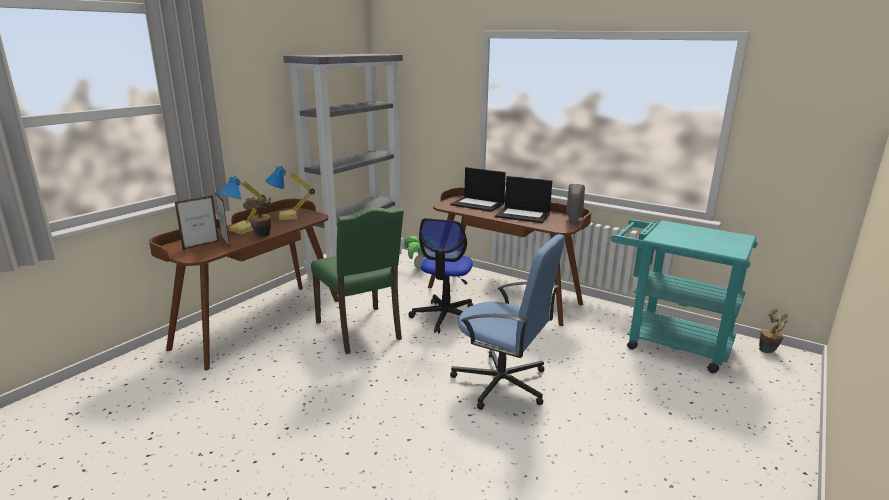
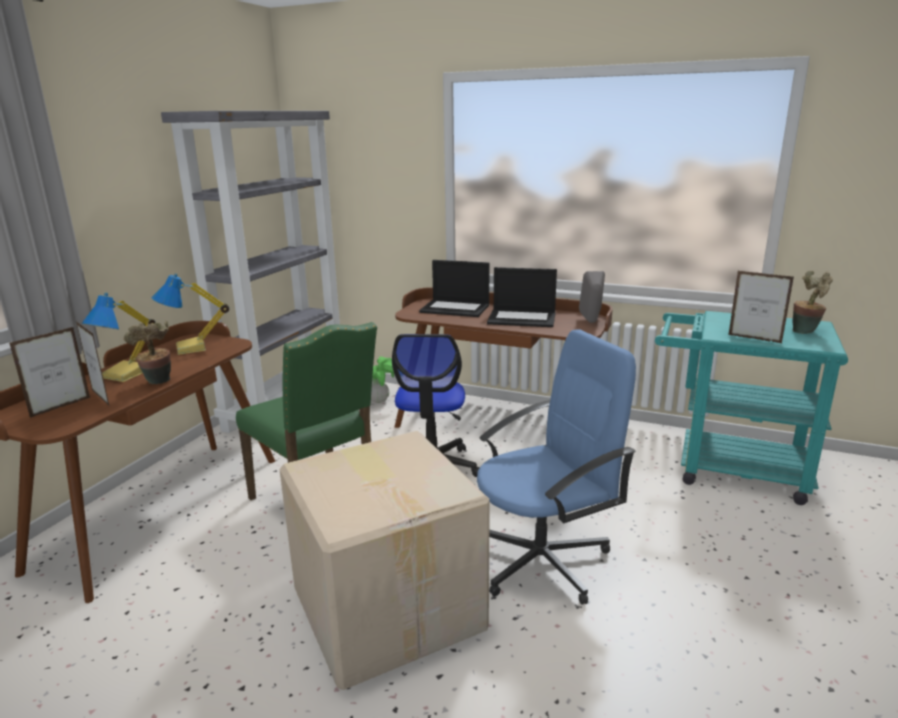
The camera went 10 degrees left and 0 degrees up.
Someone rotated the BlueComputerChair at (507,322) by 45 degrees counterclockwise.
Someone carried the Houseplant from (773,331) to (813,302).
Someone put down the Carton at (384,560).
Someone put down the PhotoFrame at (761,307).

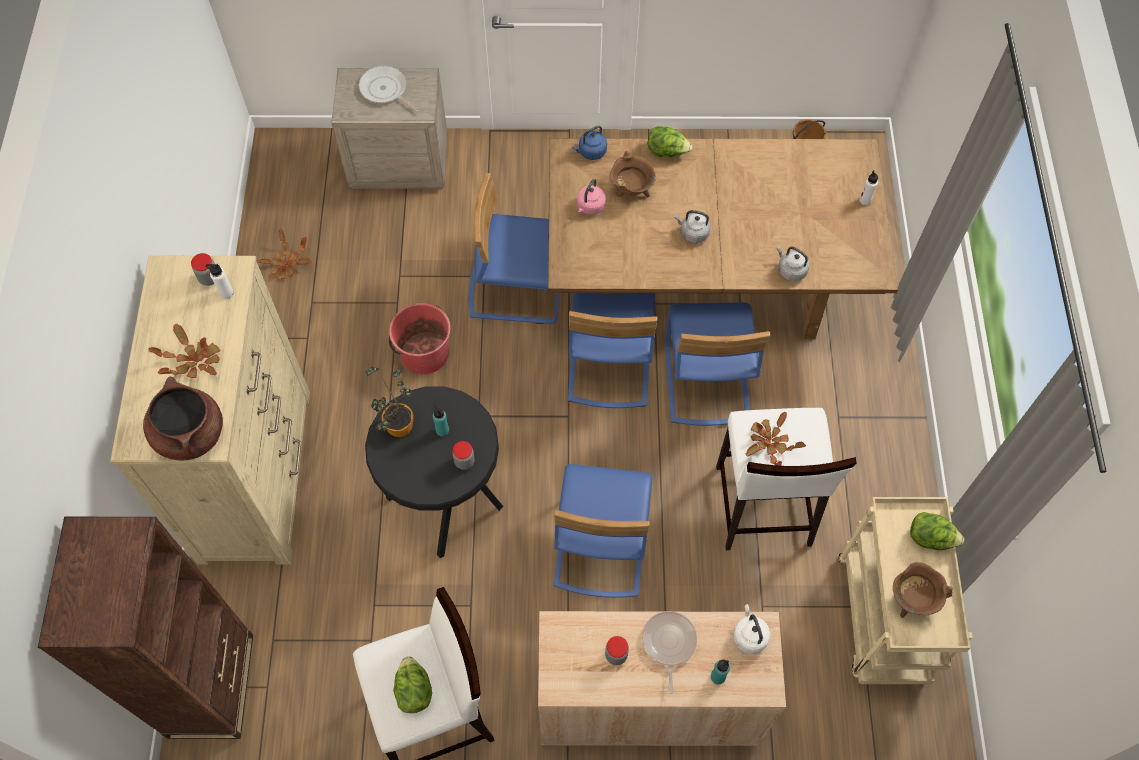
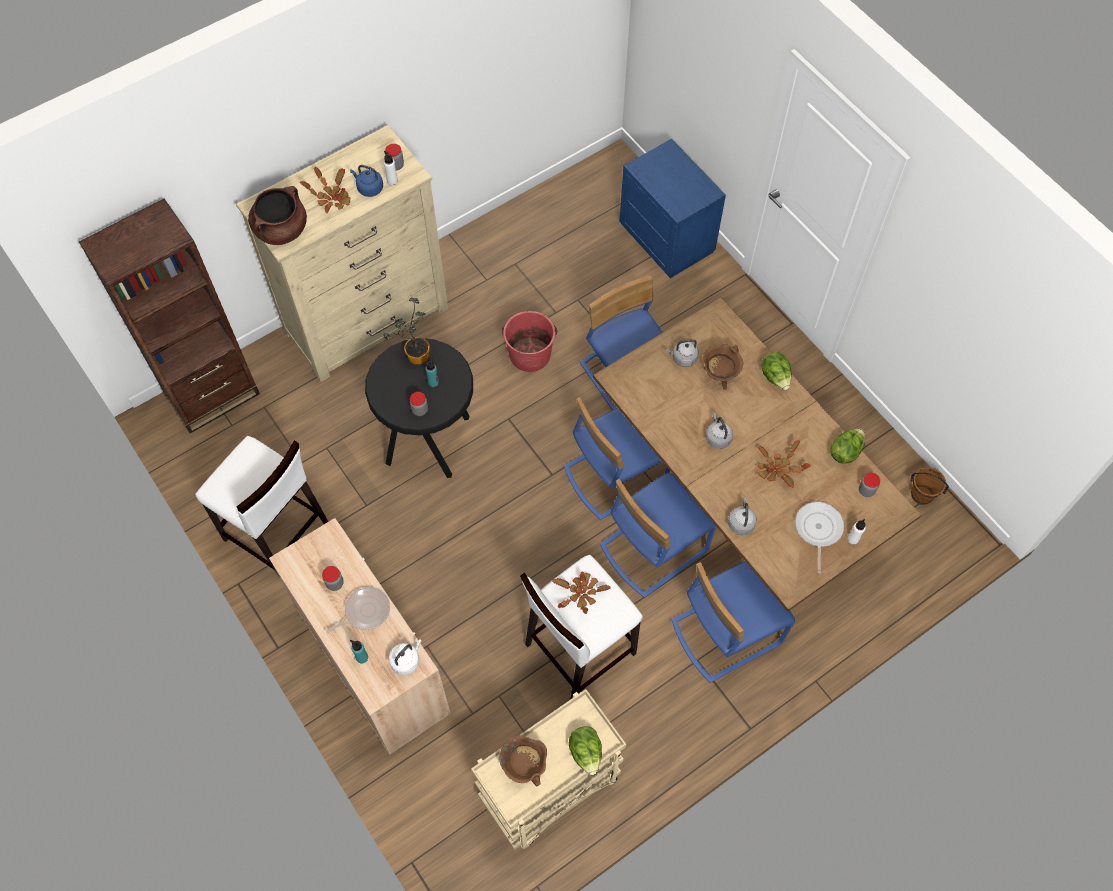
The camera went 55 degrees right and 0 degrees up.
Someone carried the Houseplant from (285,254) to (784,464).
Someone repainted the SandColouredBedsideTable at (390,128), which became the BlueBedsideTable at (672,208).
Someone carried the FryingPan from (389,89) to (819,537).
Someone carried the LettuceHead from (412,684) to (847,446).
Someone carried the BlueUprightChair from (603,531) to (733,622).
Someone carried the BlueKettle from (589,142) to (366,181).
Someone repainted the PinkColouredKettle at (591,197), which became the GrayKettle at (682,353).
Someone put down the StorageJar at (869,485).

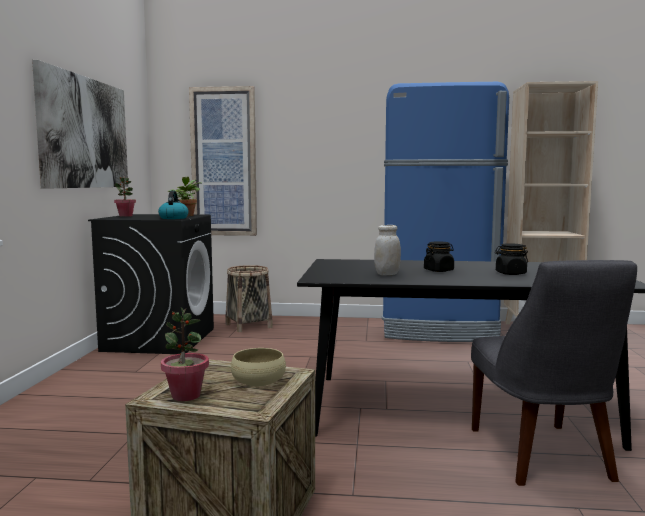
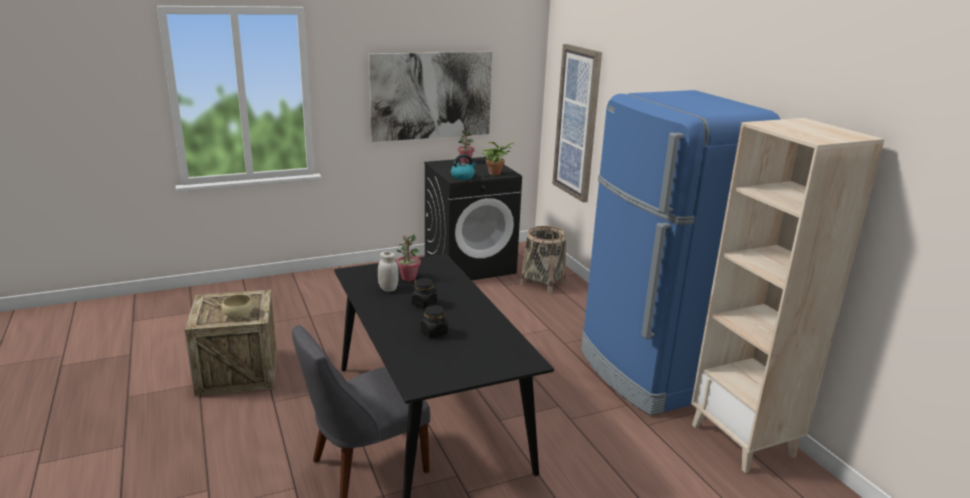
The camera went 60 degrees right and 15 degrees up.
Someone carried the Houseplant from (185,354) to (408,258).

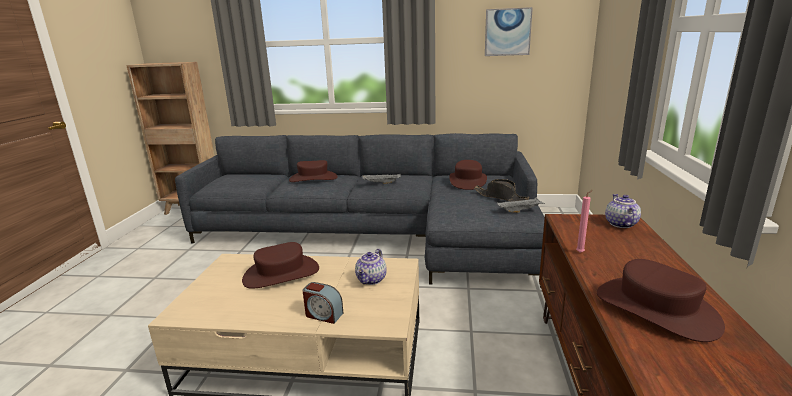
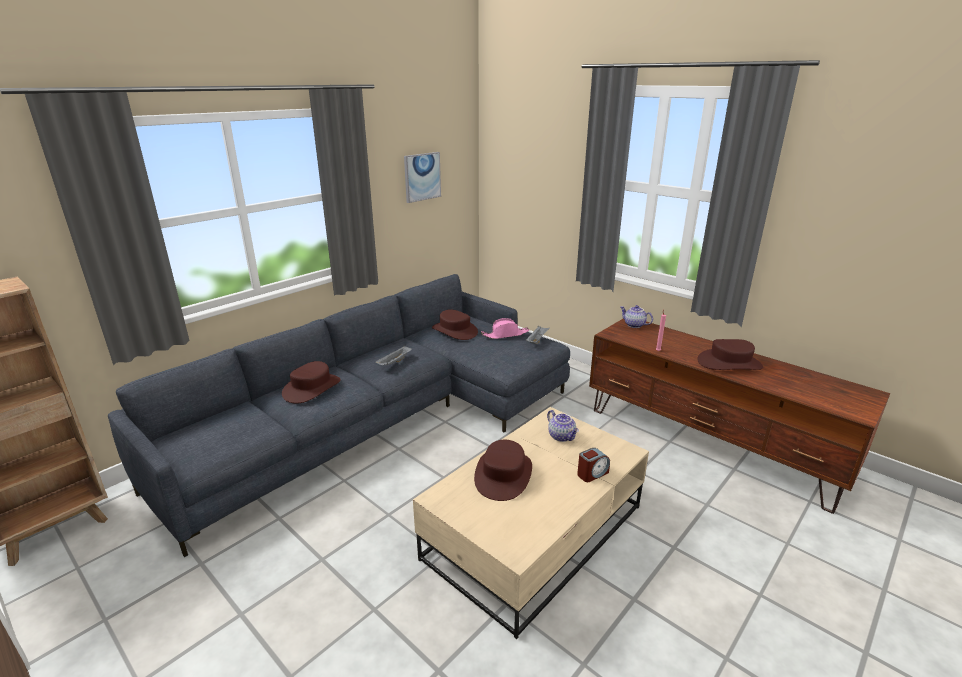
The camera went 55 degrees left and 5 degrees up.
Someone repainted the BlackClothingHat at (501,190), which became the PinkColouredClothingHat at (505,328).

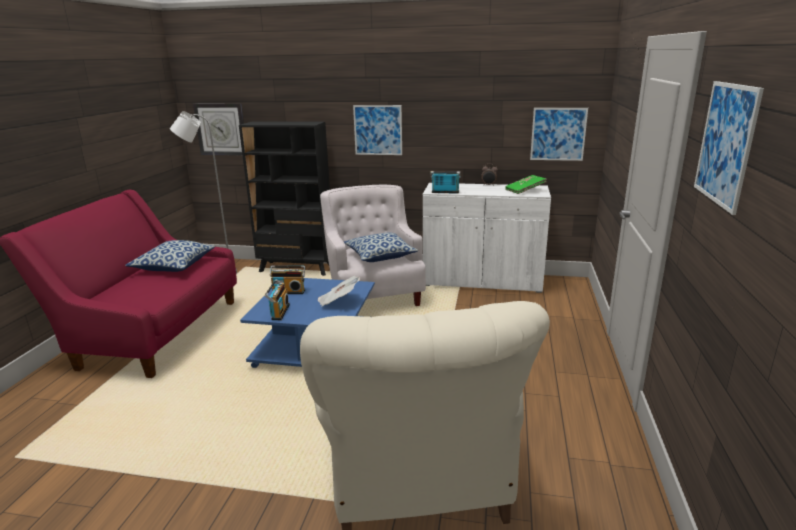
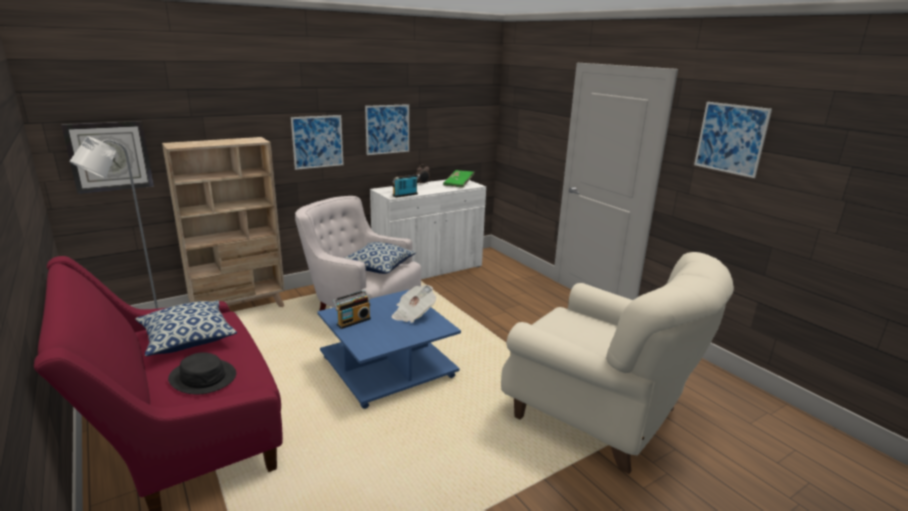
The camera went 45 degrees left and 0 degrees up.
Someone repainted the BlackBookshelf at (284,198), which became the SandColouredBookshelf at (223,222).
Someone took away the RadioSet at (277,299).
Someone carried the WallArt from (559,134) to (387,129).
Someone put down the BlackClothingHat at (202,373).

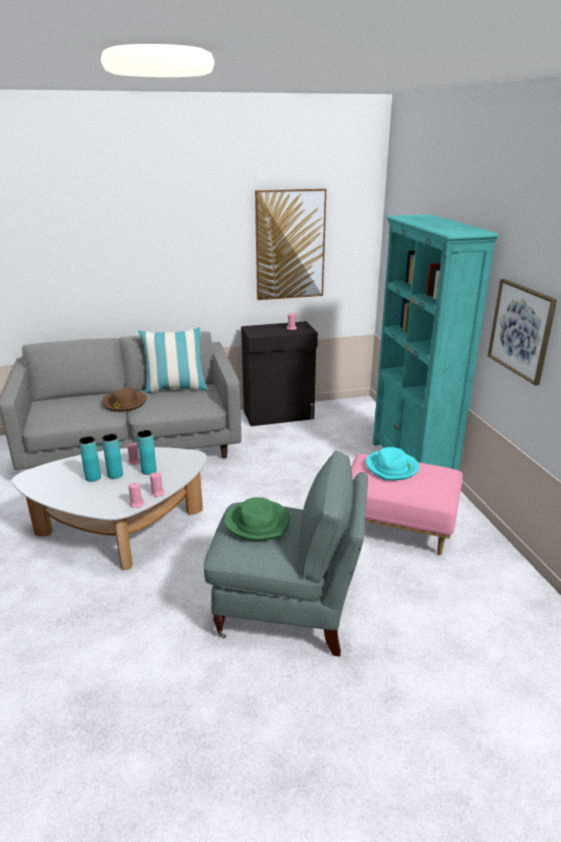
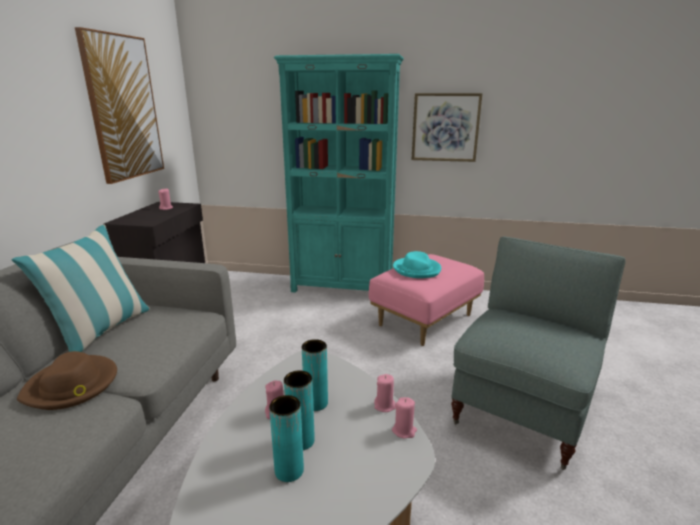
The camera went 65 degrees left and 5 degrees down.
Someone took away the GreenClothingHat at (257,519).

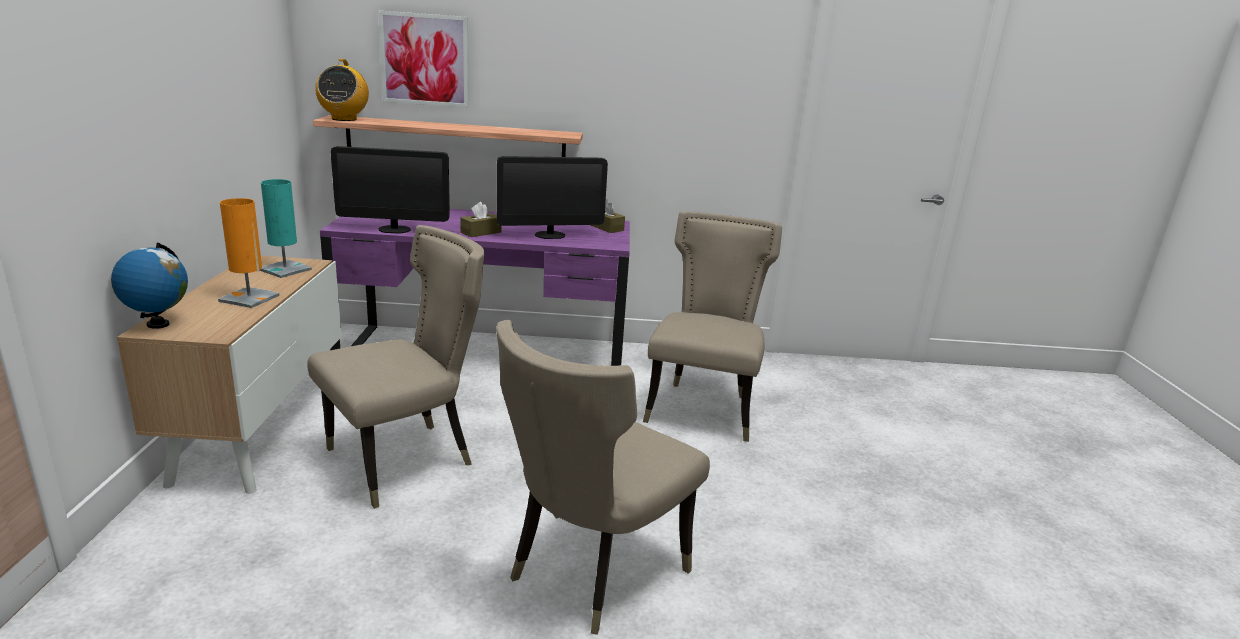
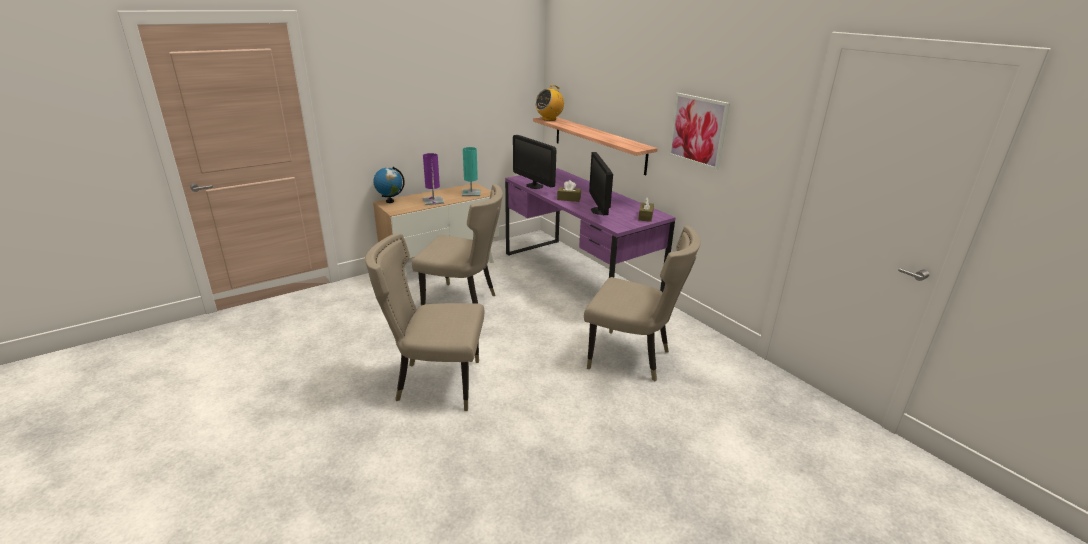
The camera went 55 degrees right and 5 degrees up.
Someone repainted the OrangeyLampForATable at (249,253), which became the PurpleLampForATable at (434,179).
Someone carried the WallArt from (423,59) to (699,132).
Someone rotated the ComputerDisplay at (552,197) by 45 degrees clockwise.
Someone rotated the SandColouredUprightChair at (712,326) by 45 degrees clockwise.

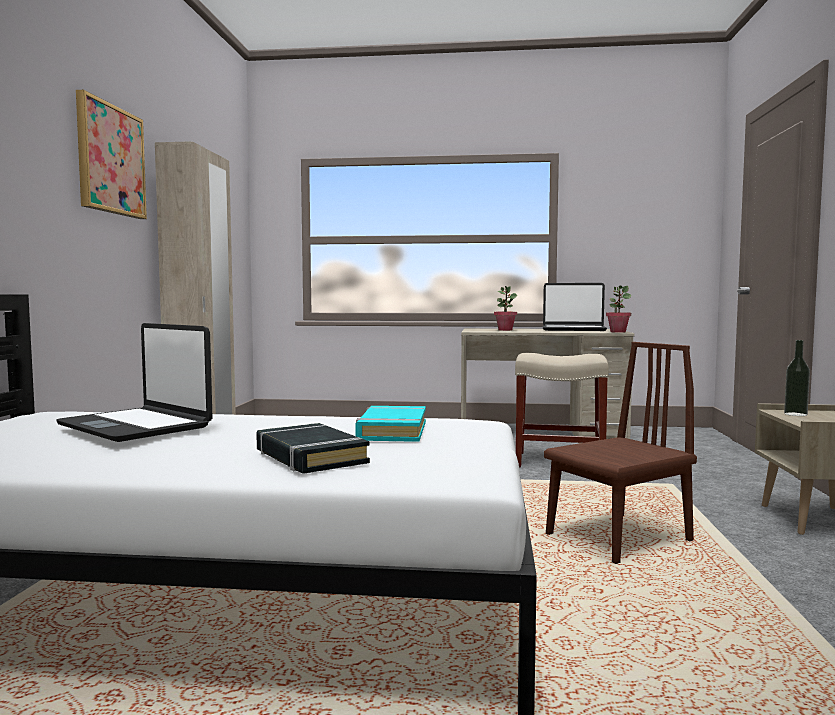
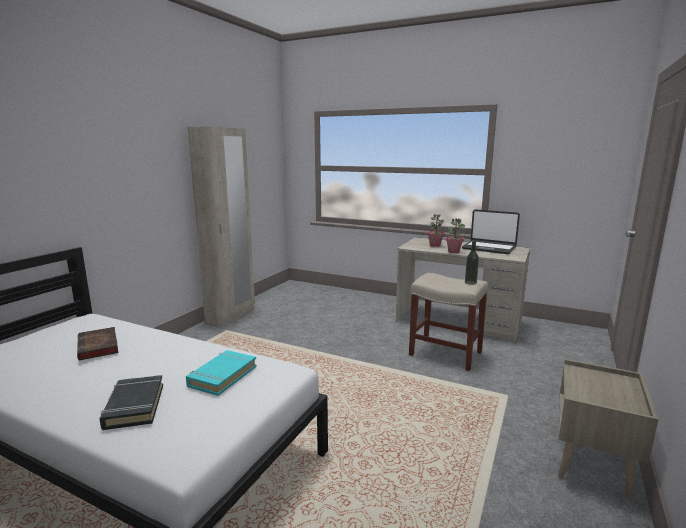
The camera went 20 degrees right and 10 degrees up.
Someone swapped the PortableComputer at (134,382) for the BoundBook at (98,344).
Someone took away the WallArt at (111,154).
Someone took away the BrownishUprightChair at (620,453).
Someone carried the Houseplant from (618,309) to (455,235).
Someone carried the Bottle from (797,378) to (472,263).

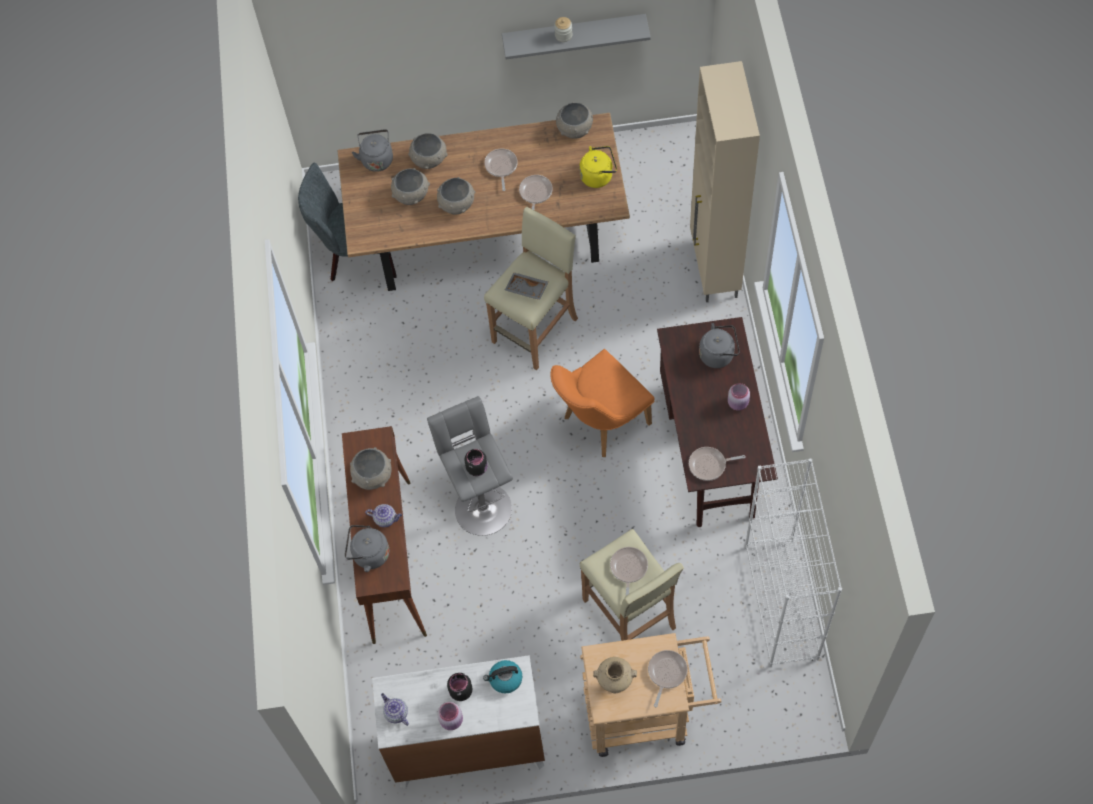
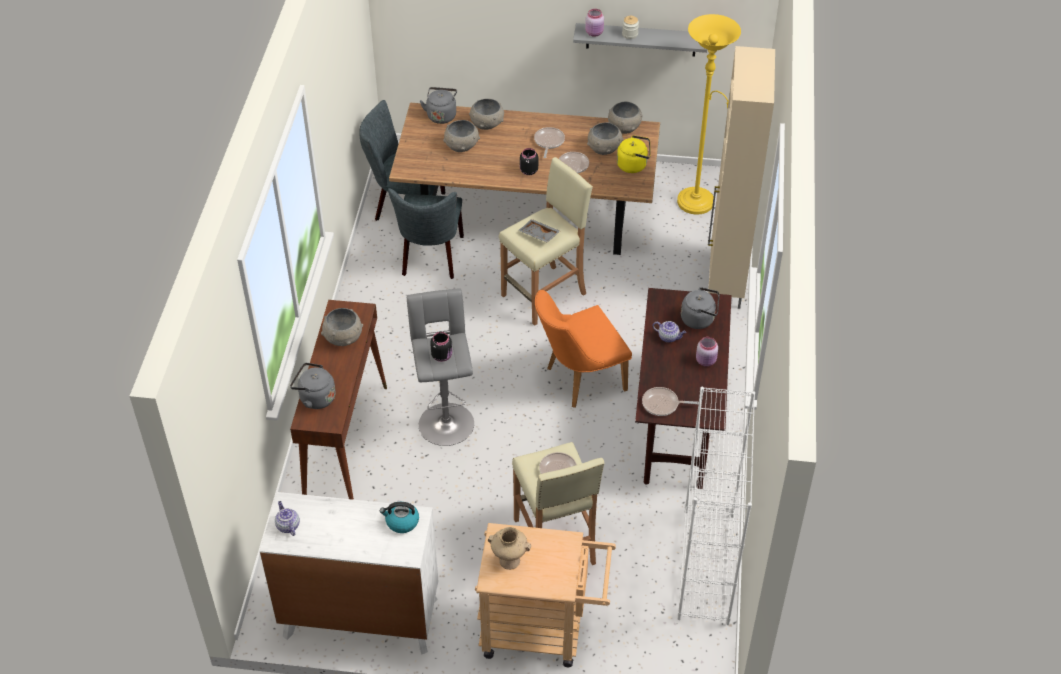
The camera went 10 degrees right and 15 degrees down.
Someone carried the PotForTea from (383,515) to (669,332).
Someone carried the GrayDeepDish from (456,195) to (605,138).
Someone carried the PinkColouredStorageJar from (450,716) to (594,23).
Someone carried the BlackStorageJar from (460,687) to (529,161).
Someone took away the FryingPan at (667,678).
Someone put down the GrayUprightChair at (426,233).
Someone put down the YellowColouredFloorLamp at (709,114).

